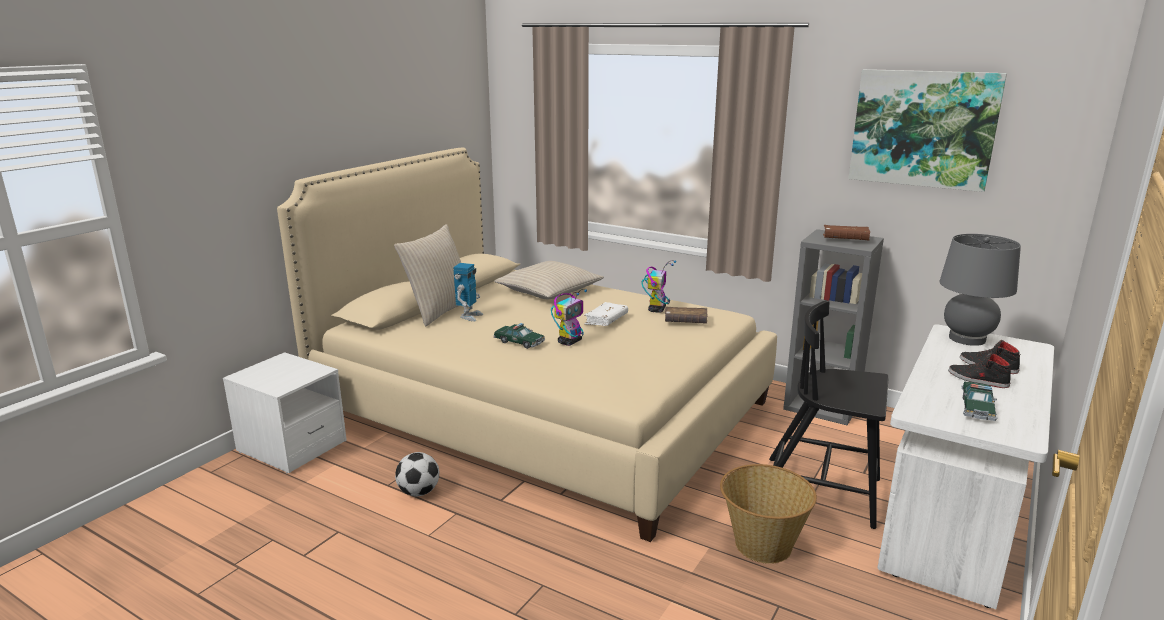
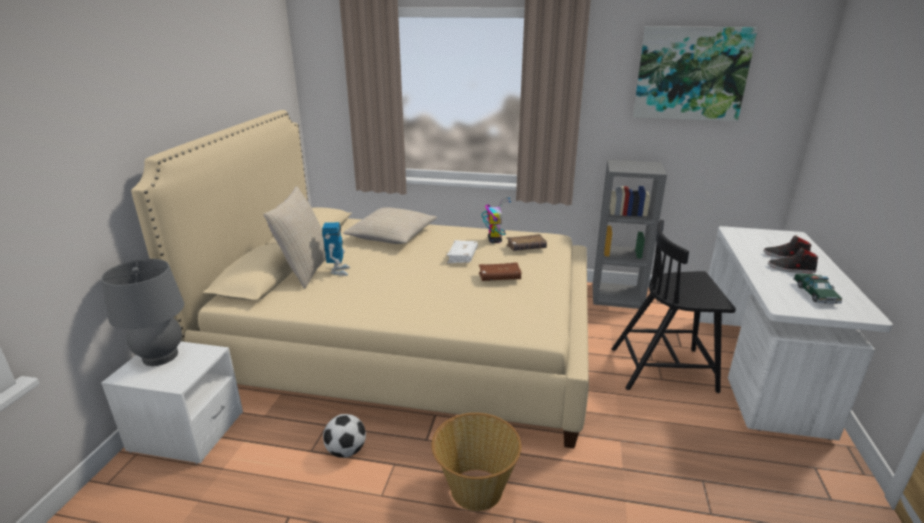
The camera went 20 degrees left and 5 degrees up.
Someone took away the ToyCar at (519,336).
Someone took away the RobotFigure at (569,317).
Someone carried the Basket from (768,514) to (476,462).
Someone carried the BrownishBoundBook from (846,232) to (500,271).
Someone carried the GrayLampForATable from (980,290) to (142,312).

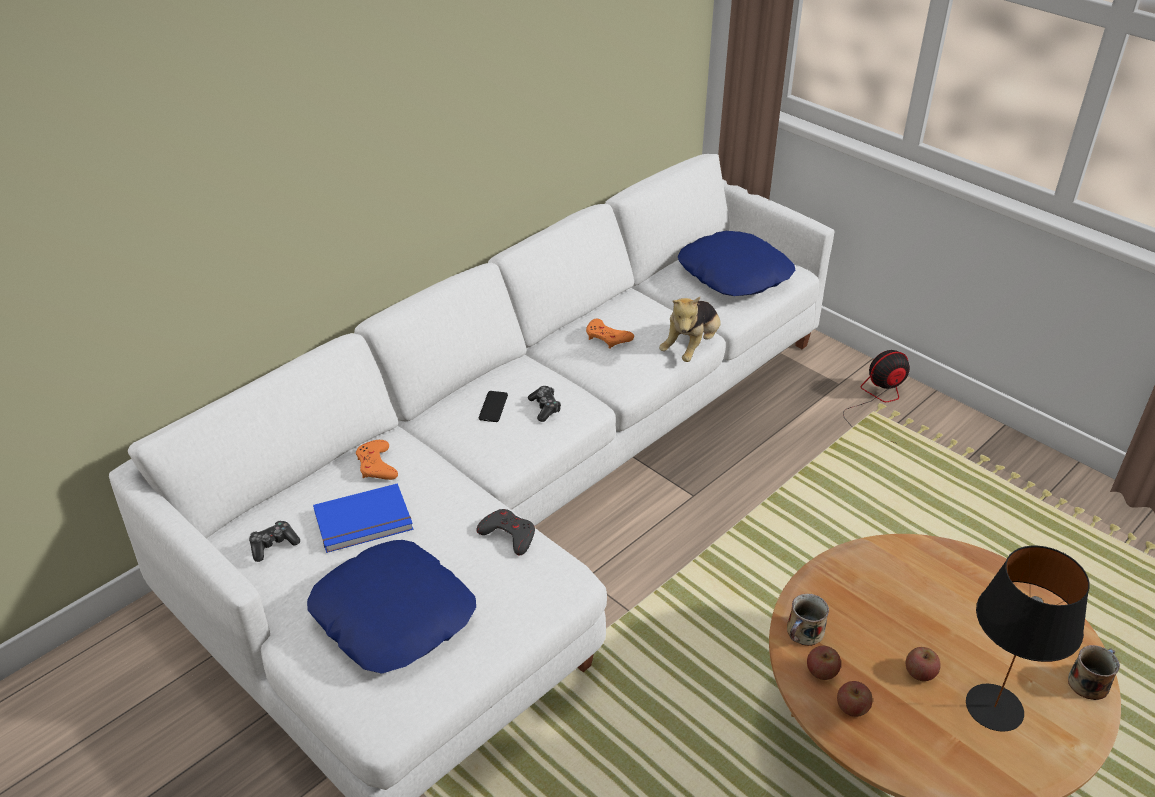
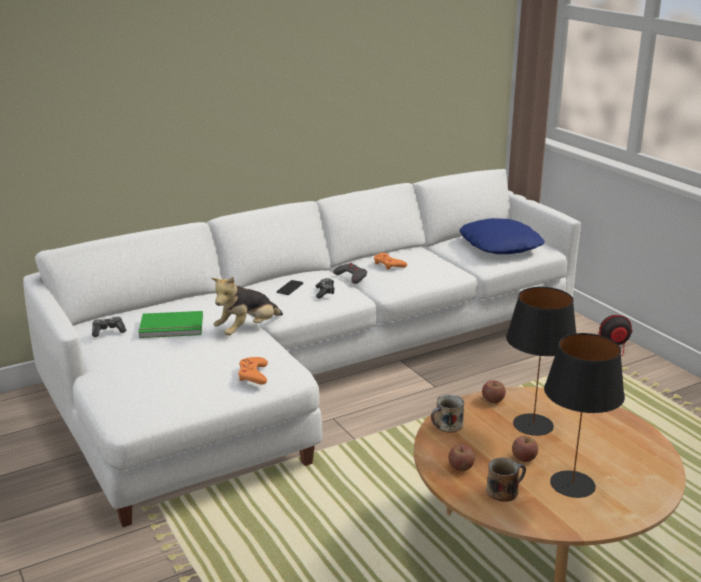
The camera went 15 degrees right and 15 degrees down.
Someone took away the BluePillow at (391,607).
Someone repainted the BlueBoundBook at (363,518), which became the GreenBoundBook at (170,324).
Someone carried the OrangeyGameController from (377,460) to (253,371).
Someone carried the GrayGameController from (506,532) to (350,273).
Someone carried the CuddlyToy from (690,329) to (247,306).
Someone carried the WholeApple from (824,663) to (494,391).
Someone carried the Mug from (1094,672) to (506,479).
Someone put down the BlackLampForATable at (541,361).

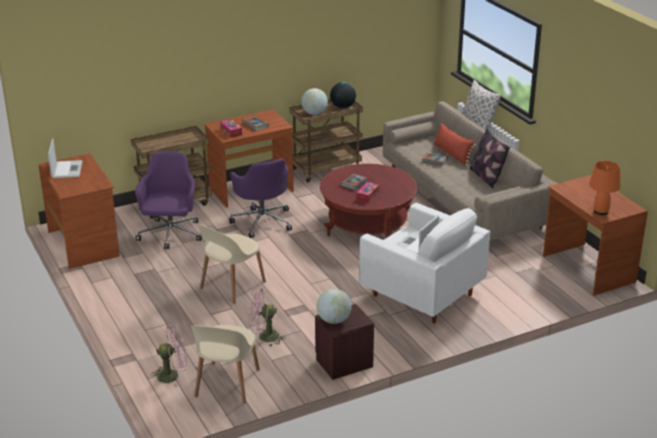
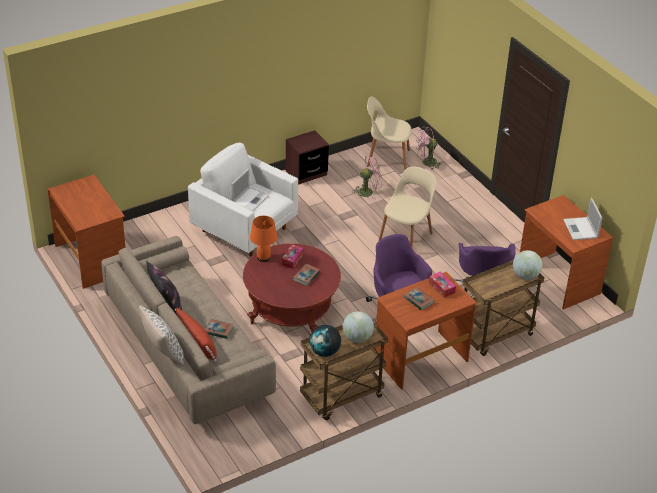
The camera went 175 degrees right and 10 degrees up.
Someone rotated the SandColouredUprightChair at (225,364) by 90 degrees counterclockwise.
Someone carried the DeskGlobe from (334,306) to (527,265).
Someone carried the OrangeyLampForATable from (604,188) to (263,239).

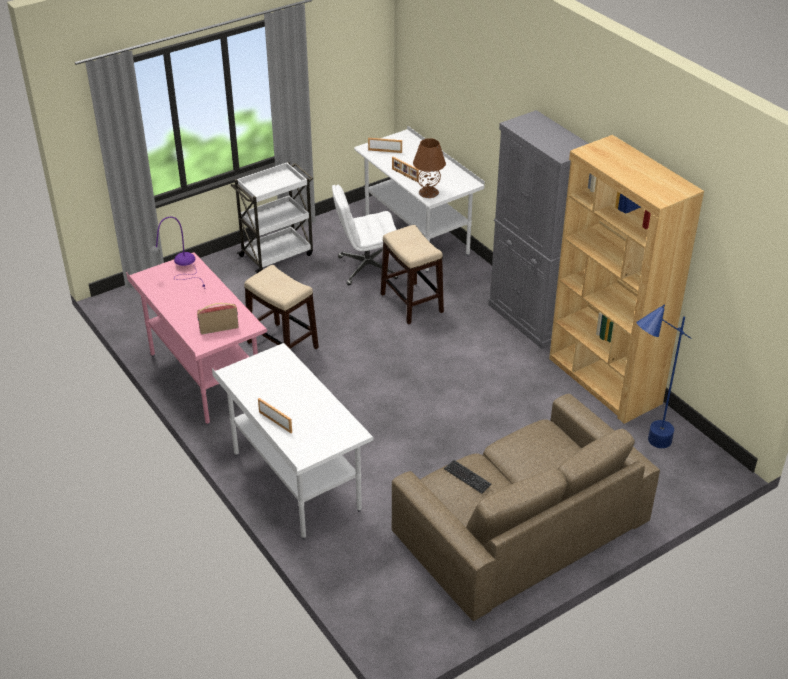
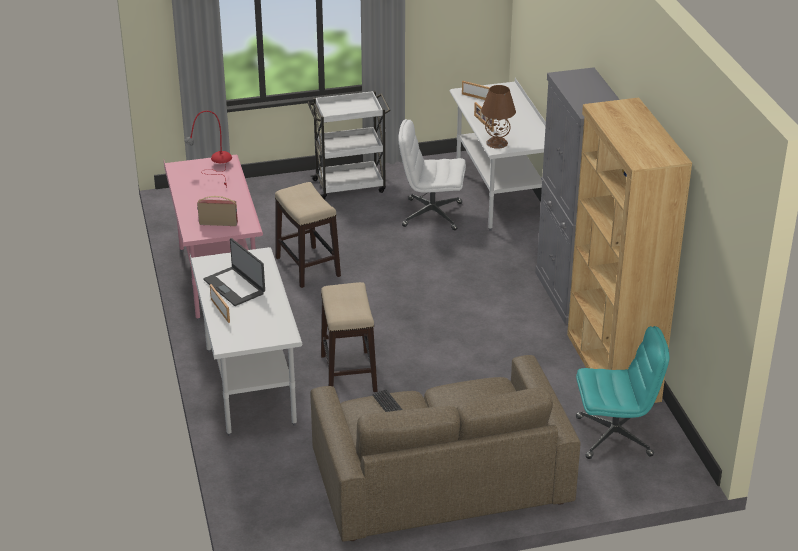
The camera went 20 degrees right and 5 degrees down.
Someone repainted the PurpleLampForATable at (177,253), which became the RedColouredLampForATable at (208,148).
Someone carried the StoolSeat from (412,274) to (349,337).
Someone swapped the BlueFloorLamp at (664,376) for the BlueGreenComputerChair at (622,392).
Someone put down the PortableComputer at (234,272).

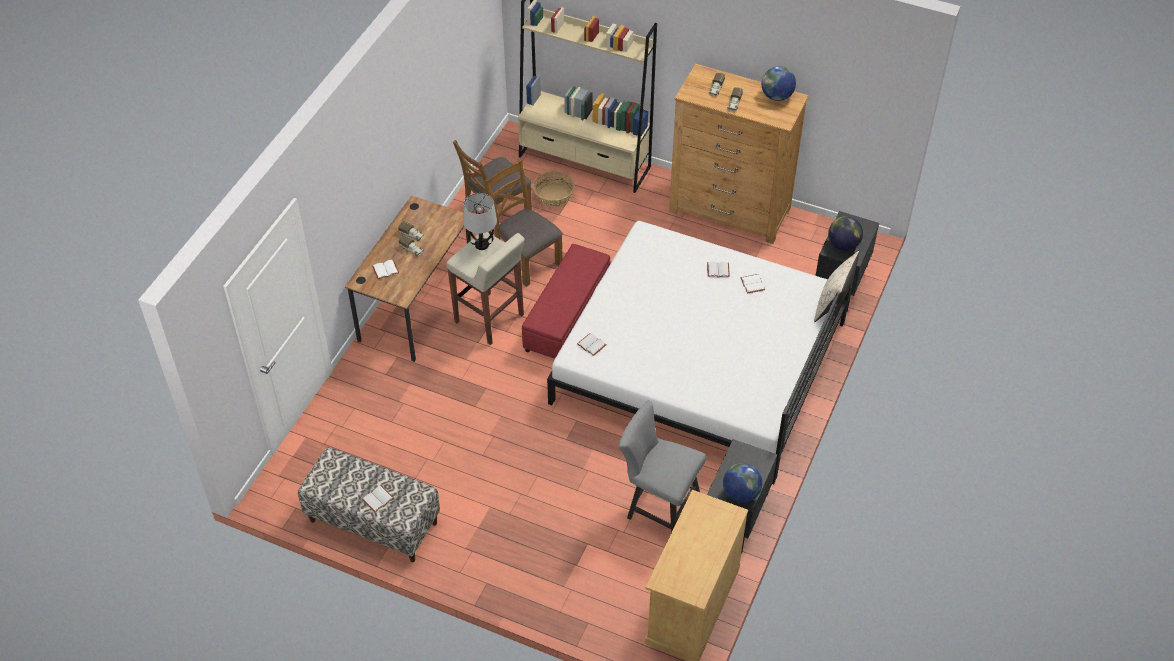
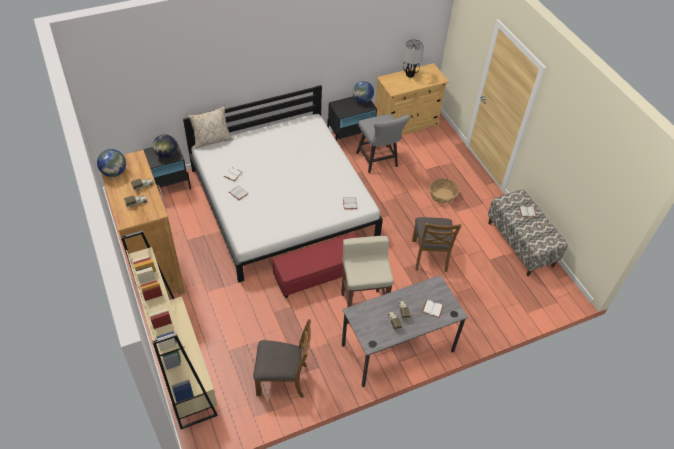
The camera went 140 degrees left and 0 degrees up.
Someone repainted the BrownishDeskTable at (408,279), which became the GrayDeskTable at (405,331).
Someone carried the LampForATable from (480,221) to (413,58).
Someone carried the BrownishUprightChair from (524,223) to (436,244).
Someone carried the Basket from (553,189) to (444,191).

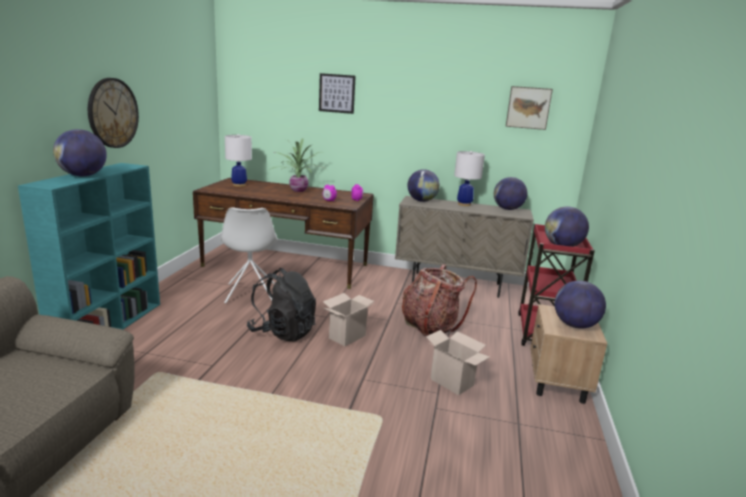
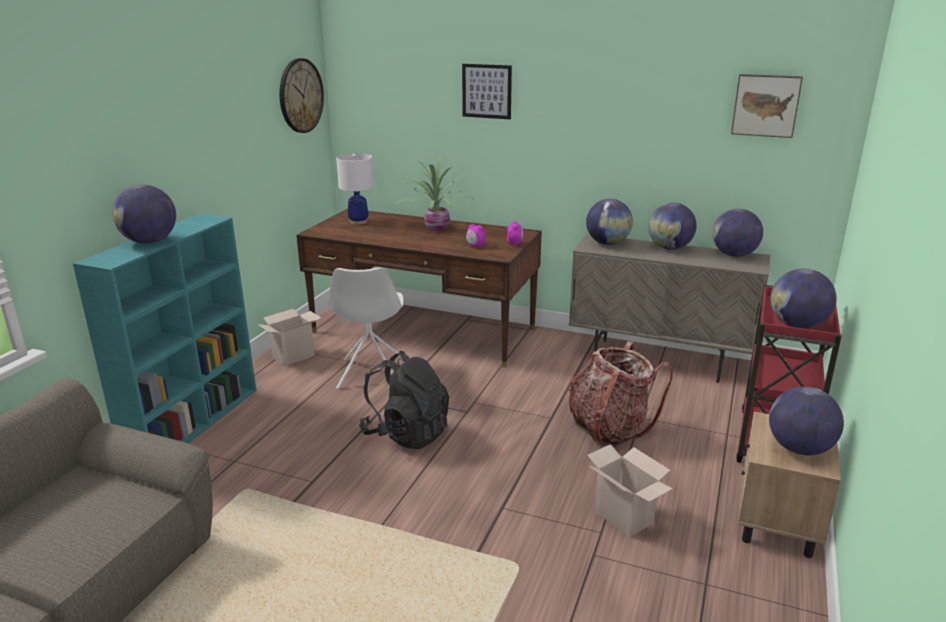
The camera went 10 degrees right and 5 degrees up.
Someone carried the WallClock from (113,113) to (301,95).
Someone carried the Carton from (348,319) to (289,337).
Someone swapped the WhiteColouredLampForATable at (469,178) for the DeskGlobe at (672,226).

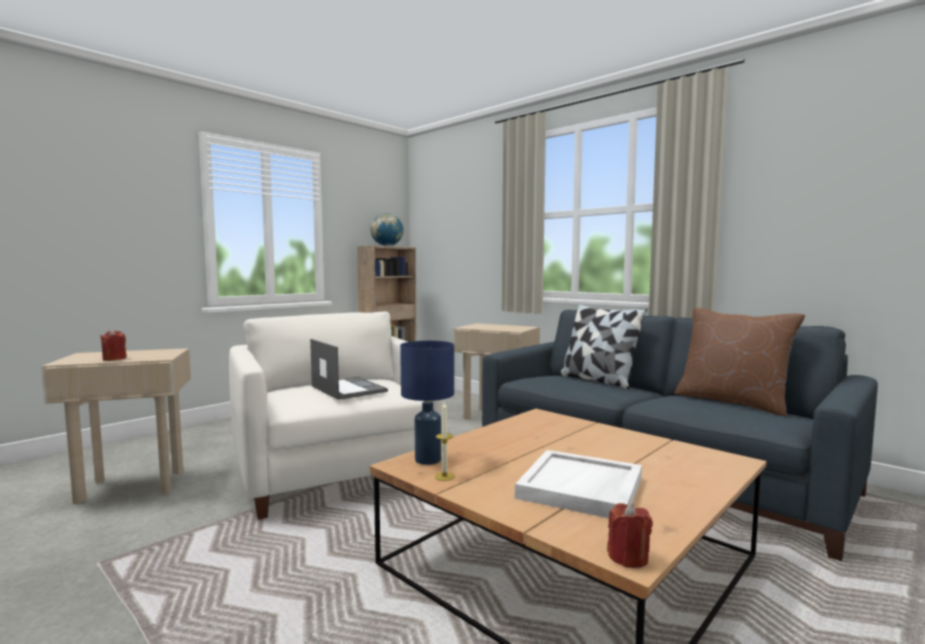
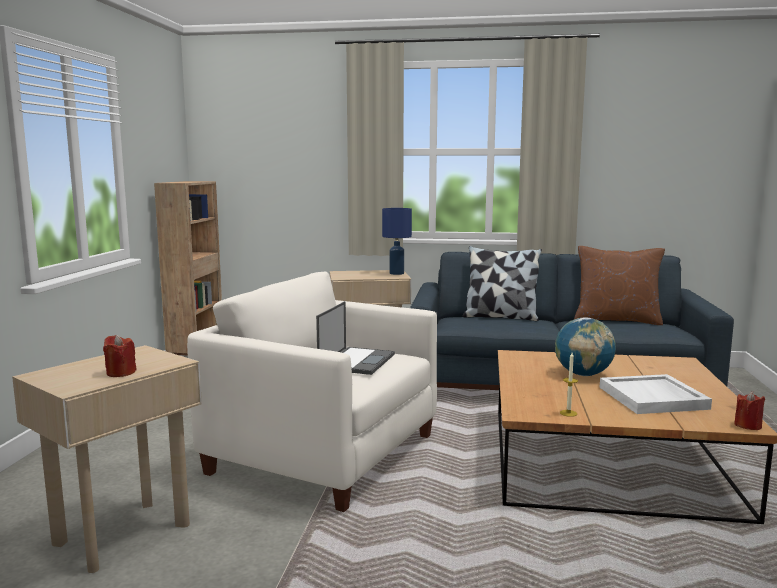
The camera went 35 degrees left and 5 degrees up.
Someone rotated the PortableComputer at (349,369) by 90 degrees clockwise.
Someone carried the DeskGlobe from (387,229) to (585,346).
Someone carried the BlueLampForATable from (427,403) to (397,241).

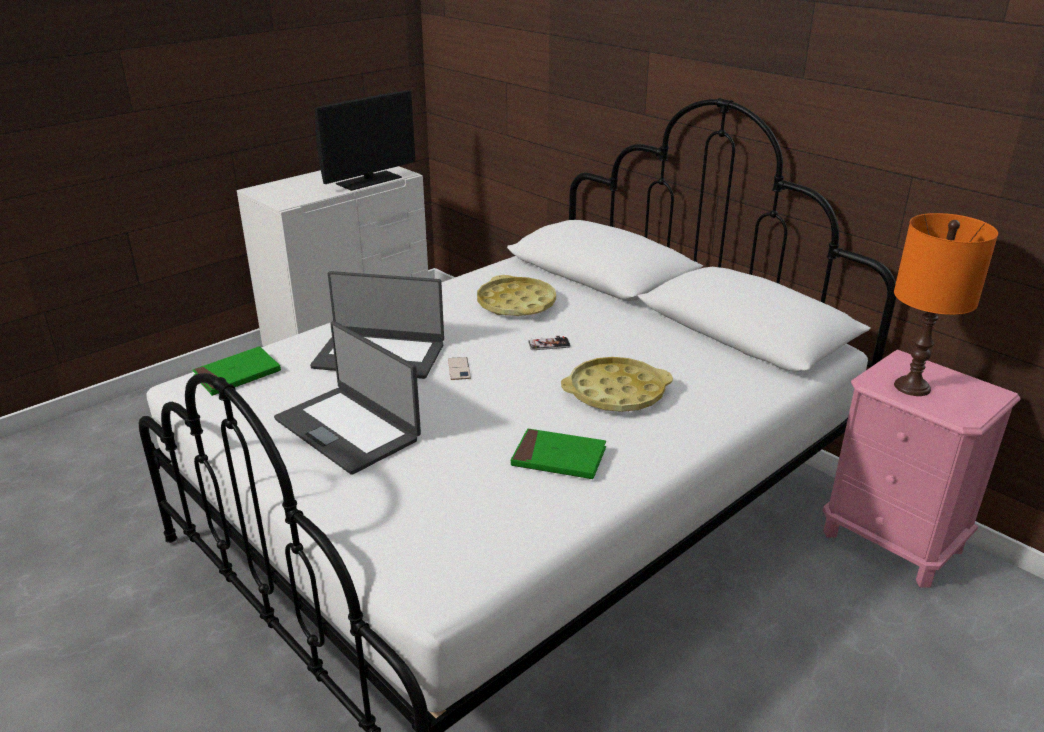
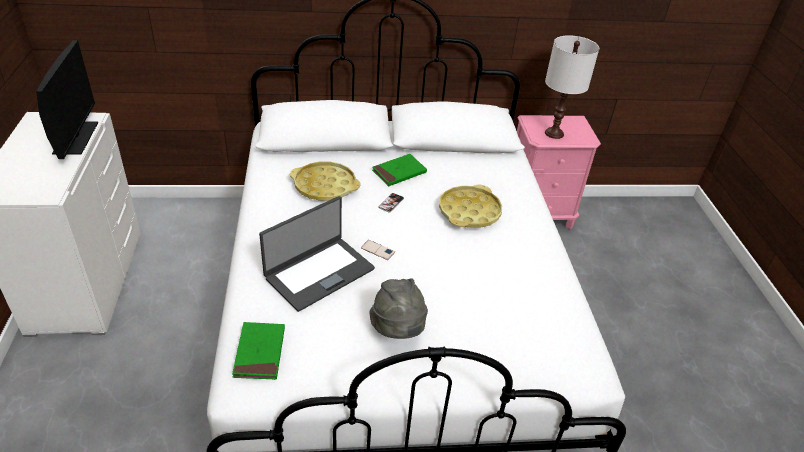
The camera went 55 degrees left and 10 degrees up.
Someone swapped the PortableComputer at (347,398) for the GrayClothingHat at (399,308).
Someone carried the GreenBoundBook from (558,454) to (399,170).
Someone repainted the OrangeyLampForATable at (946,304), which became the WhiteColouredLampForATable at (572,87).

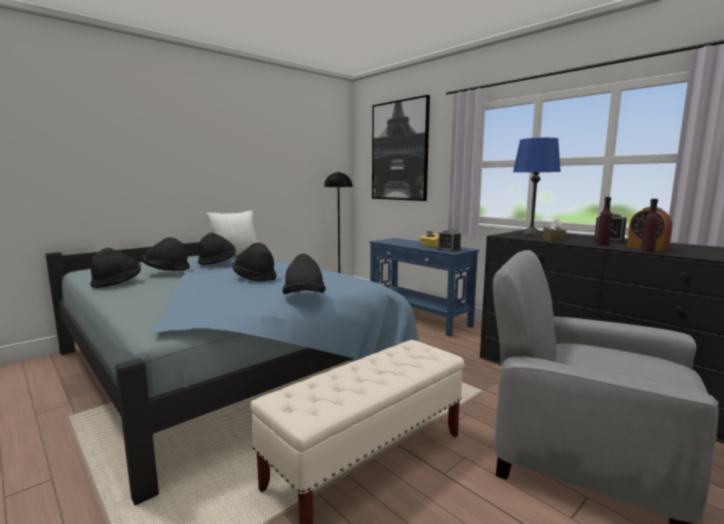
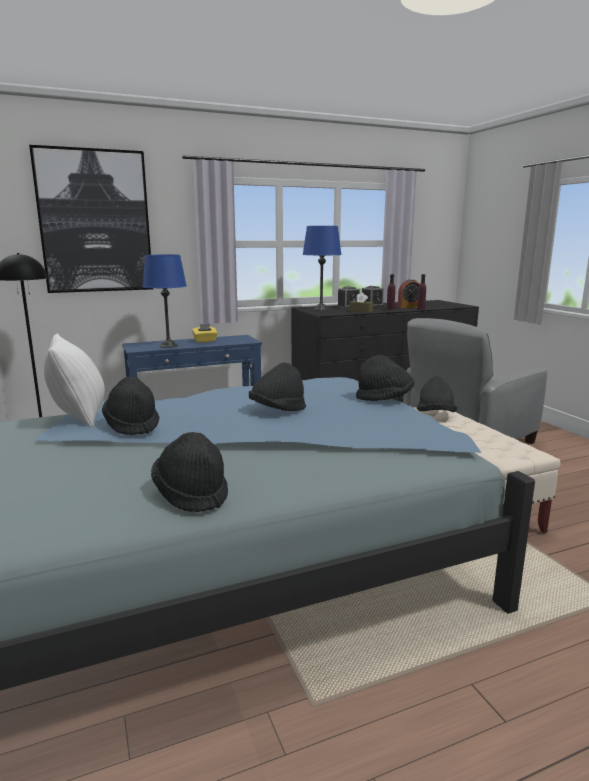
The camera went 70 degrees left and 5 degrees up.
Someone carried the BlackClothingHat from (166,254) to (437,394).
Someone carried the TableClock from (449,241) to (348,297).
Someone put down the BlueLampForATable at (164,301).

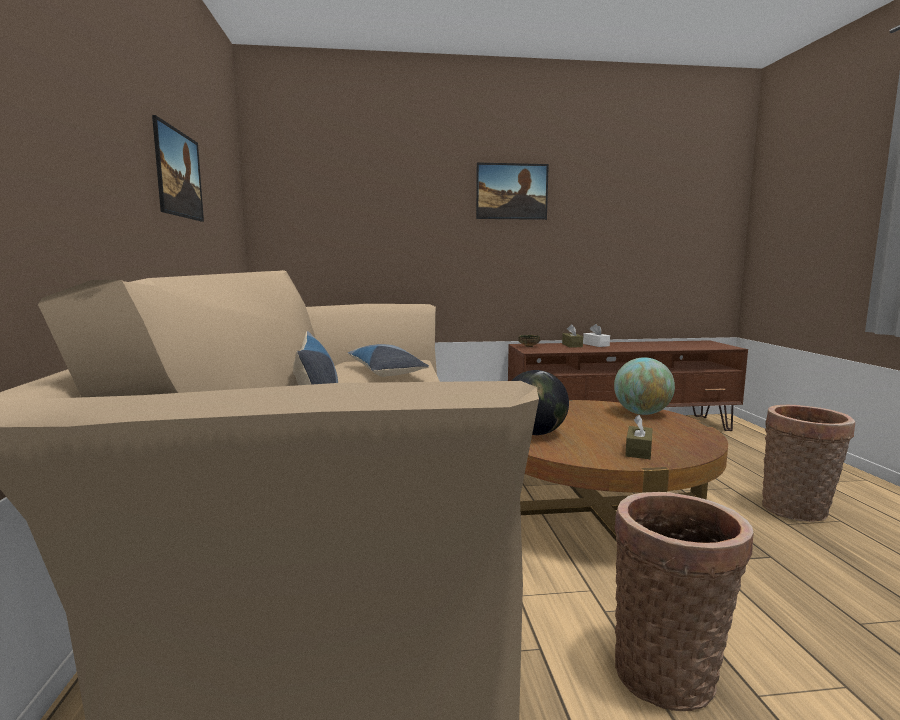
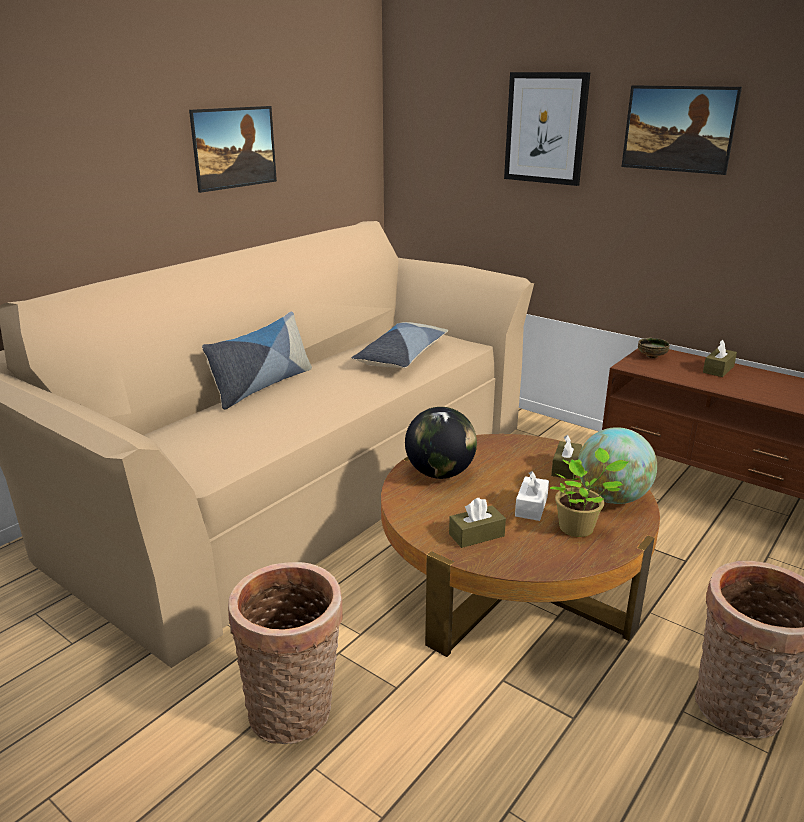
The camera went 45 degrees right and 15 degrees up.
Someone carried the WhiteColouredBoxOfTissues from (596,335) to (532,496).
Someone put up the WallArt at (547,129).
Someone put down the Houseplant at (589,492).
Someone put down the BrownishBoxOfTissues at (566,457).

